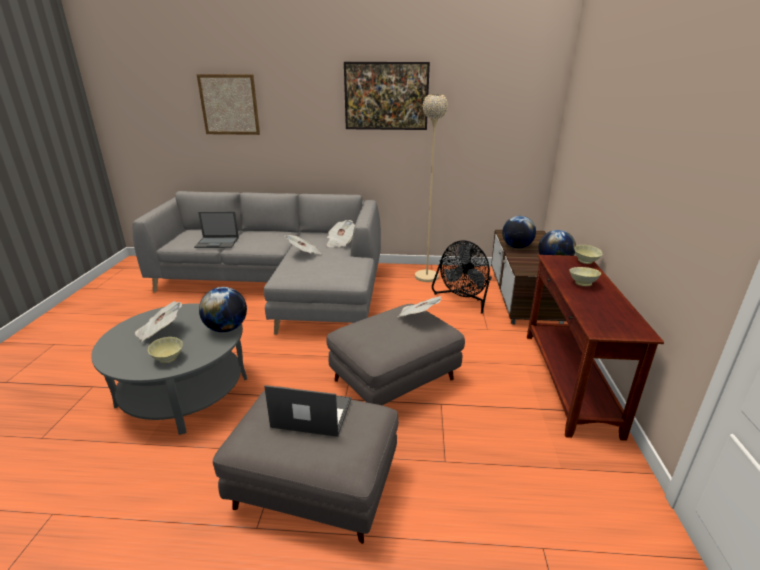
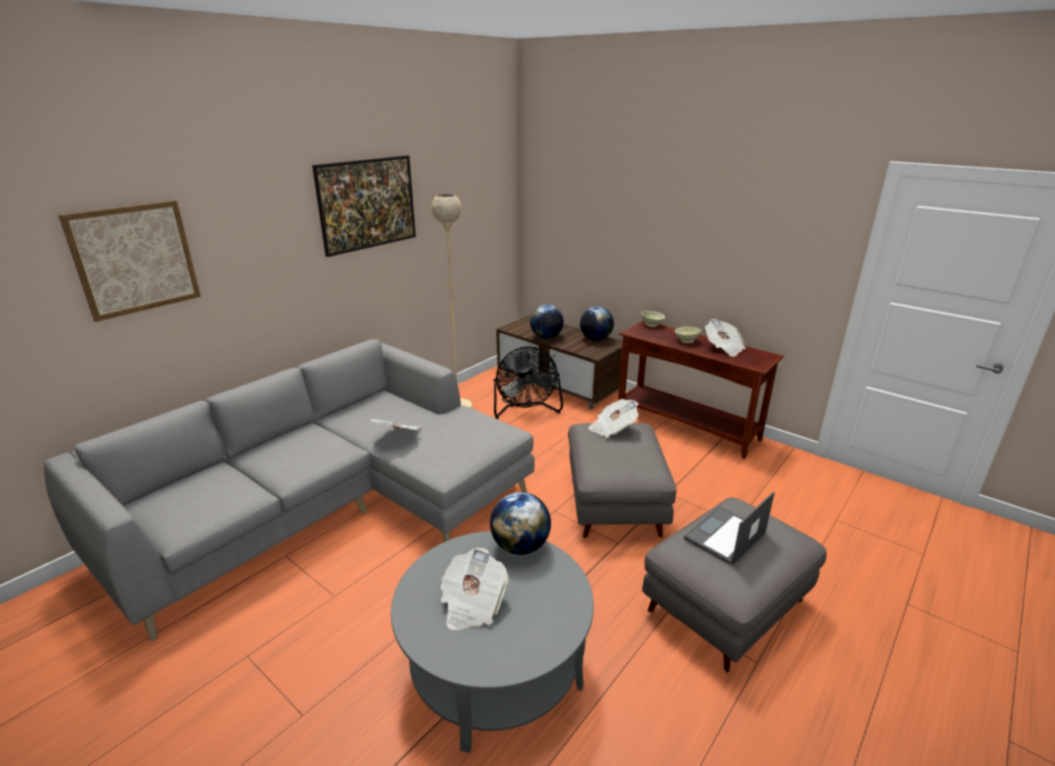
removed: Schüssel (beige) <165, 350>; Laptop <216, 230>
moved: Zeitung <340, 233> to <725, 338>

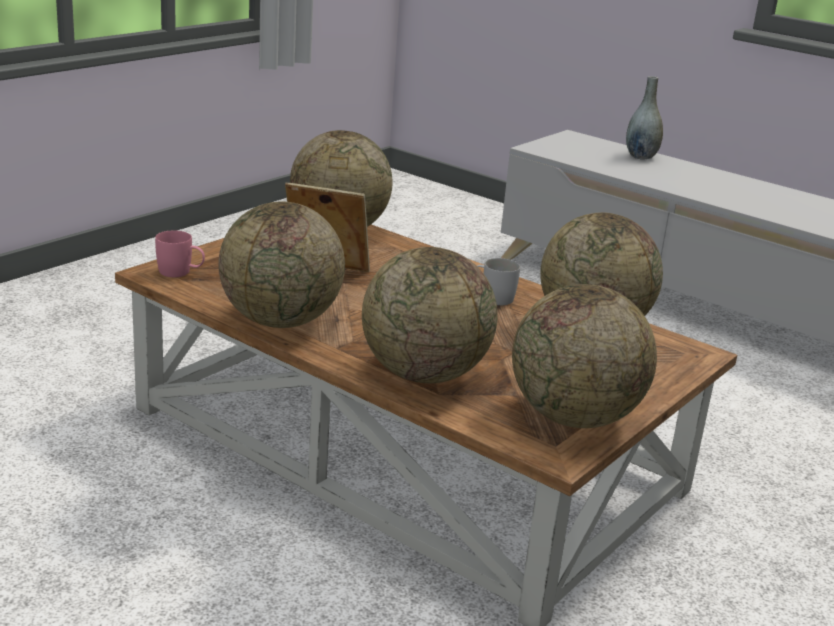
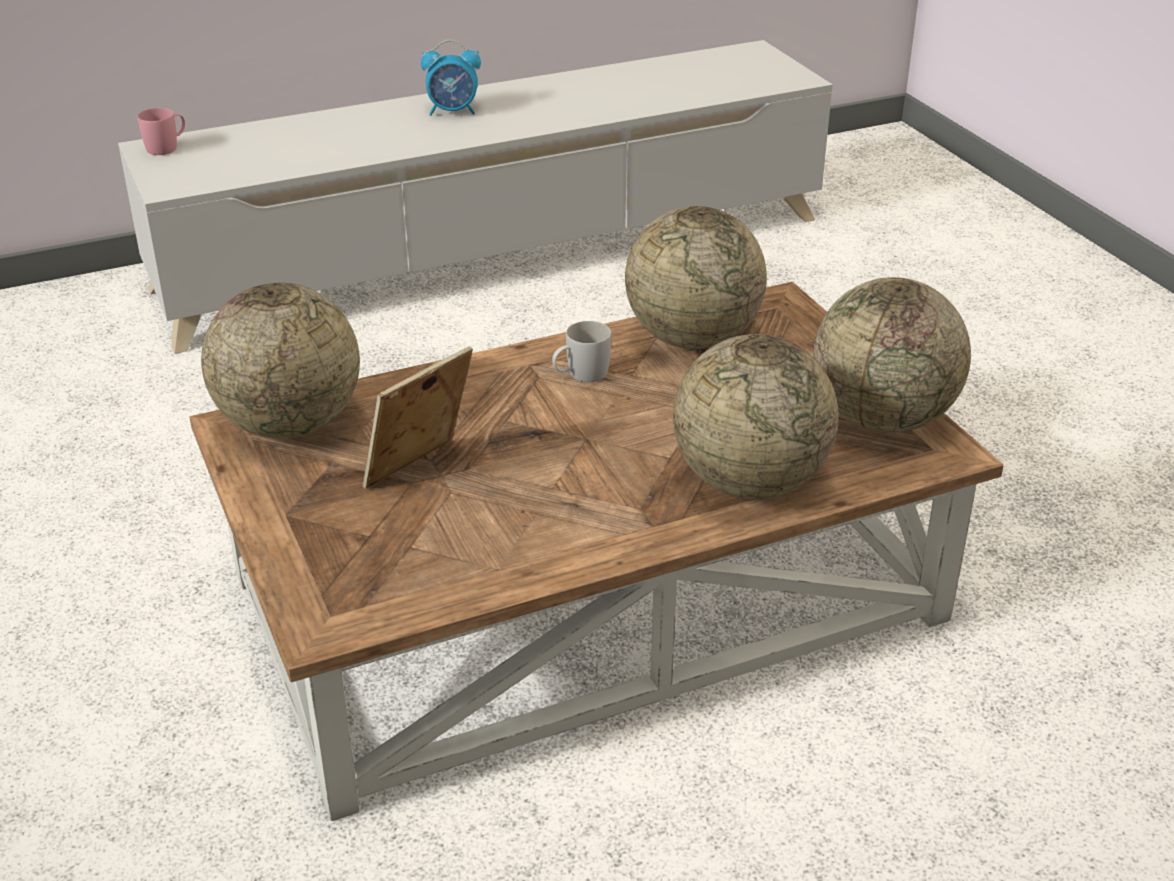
removed: Globus <281, 264>; Vase (grau) <644, 117>
added: Wecker <451, 78>
moved: Henkelbecher (rosa) <180, 253> to <161, 131>

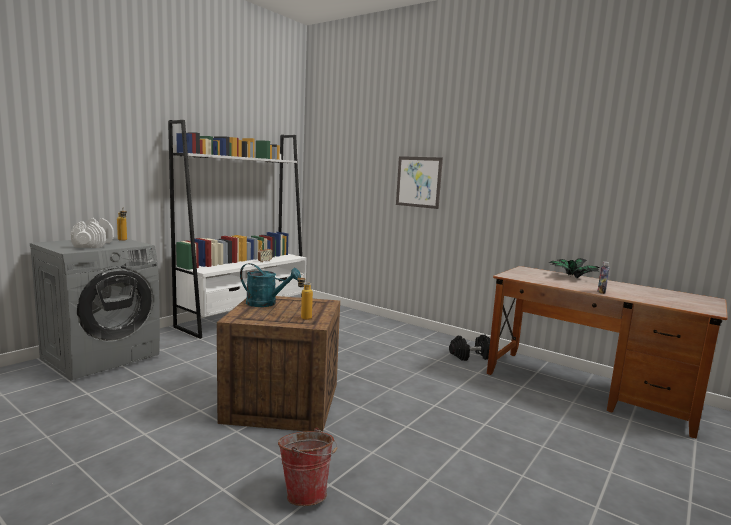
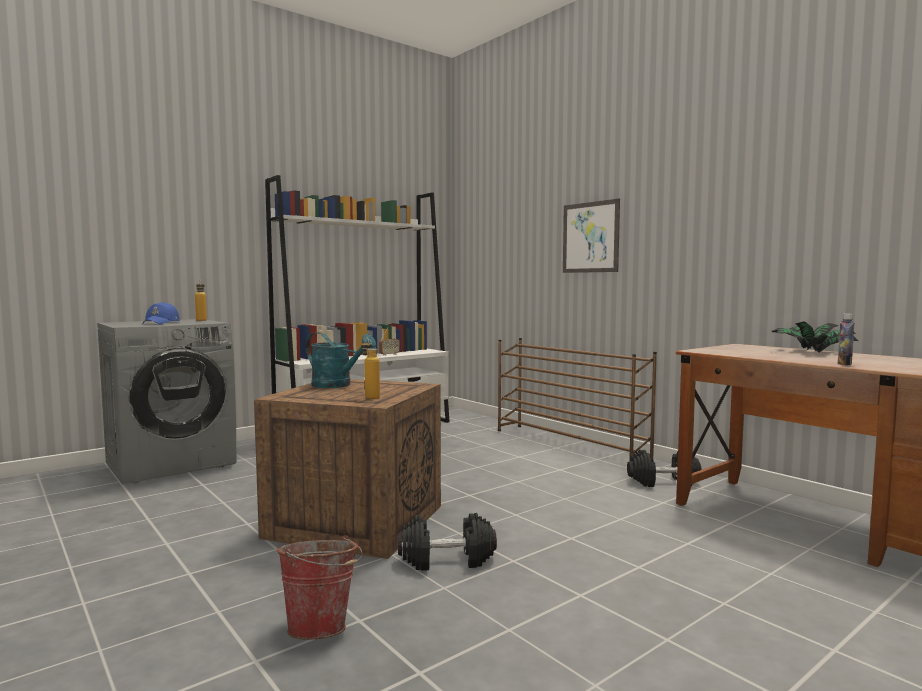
added: Hantel (schwarz) <447, 542>; Schuhregal (braun) <577, 400>
replaced: Hantel (weiß) <92, 233> to Kappe (blau) <161, 313>

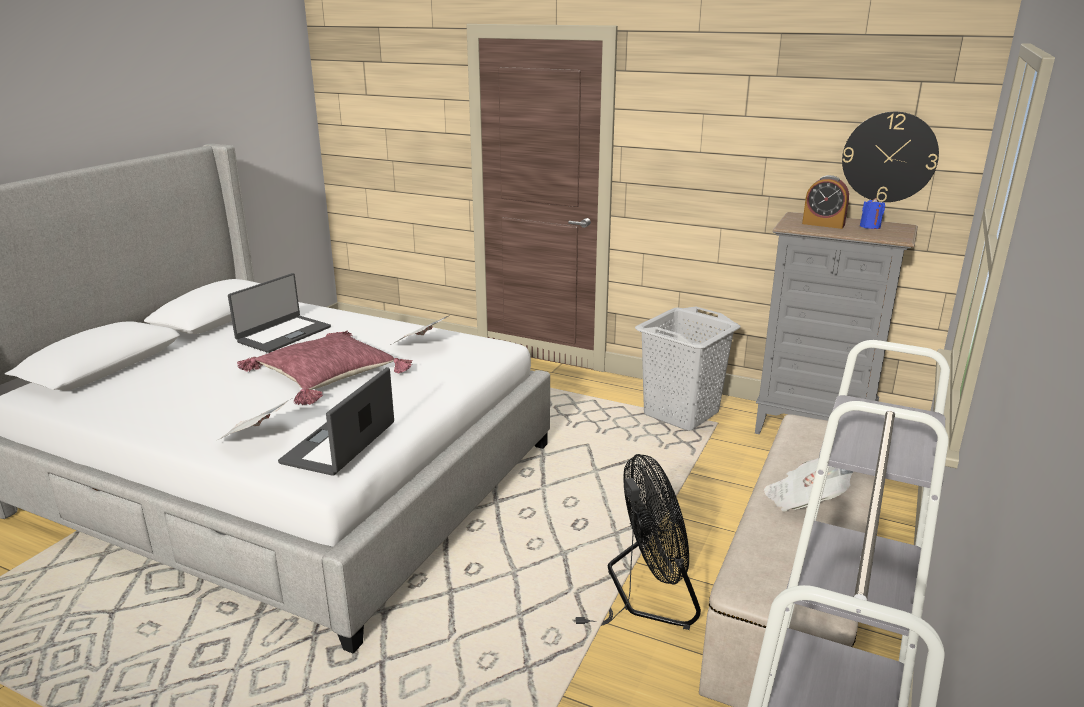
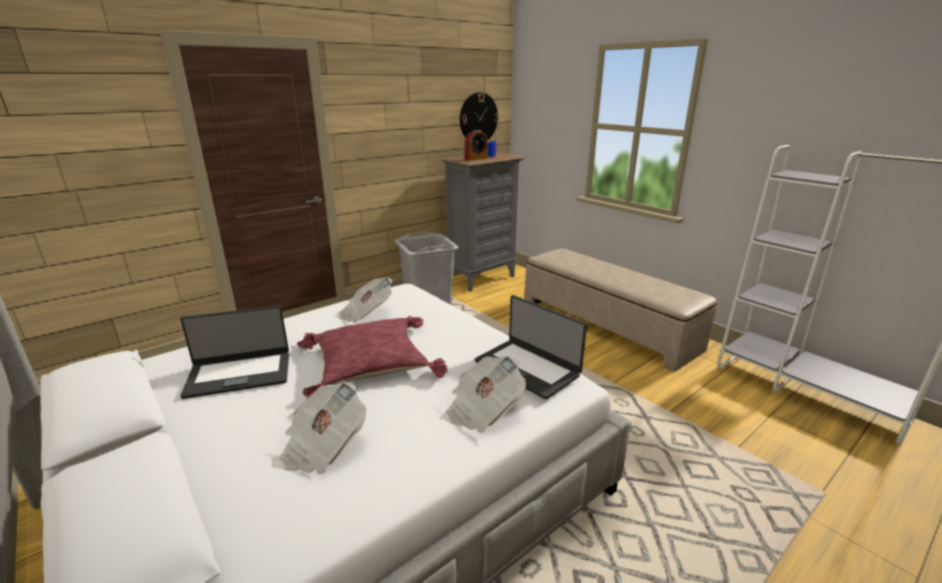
removed: Ventilator (schwarz) <637, 542>
moved: Zeitung <808, 485> to <321, 428>
turned: Laptop <279, 313> = <234, 352> 105 degrees clockwise

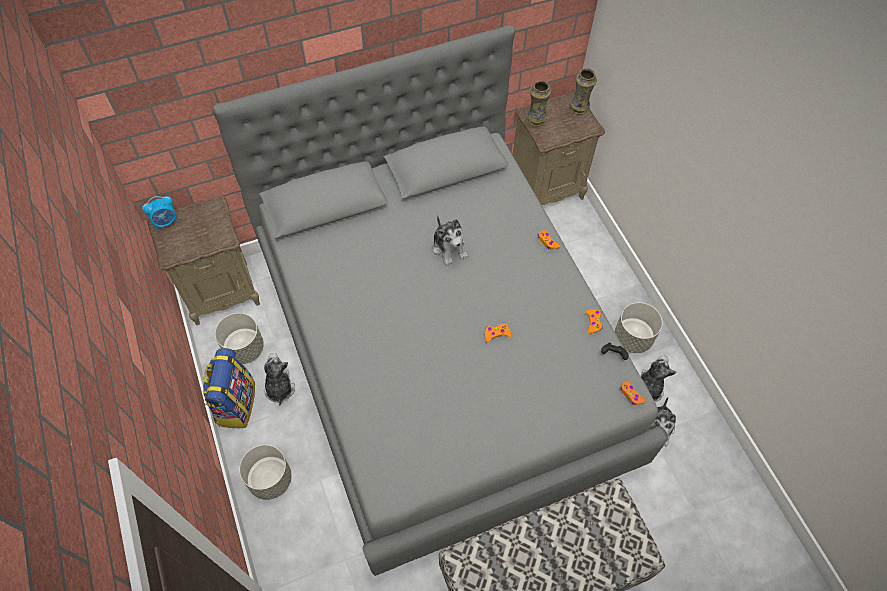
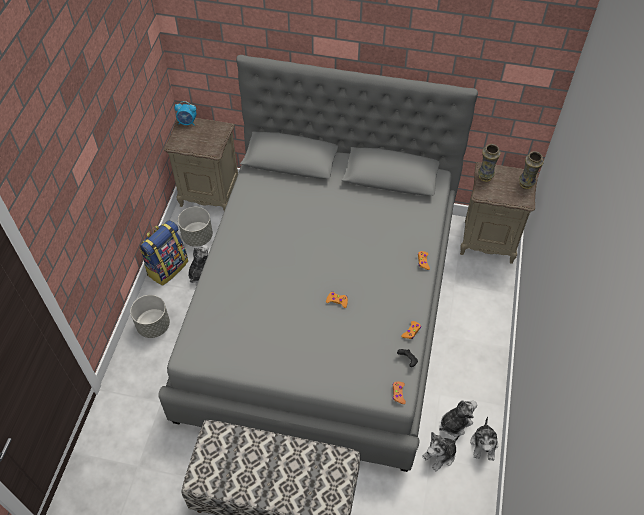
removed: Pflanzkübel (grau) <639, 327>
moved: Plüschtier <450, 240> to <484, 439>

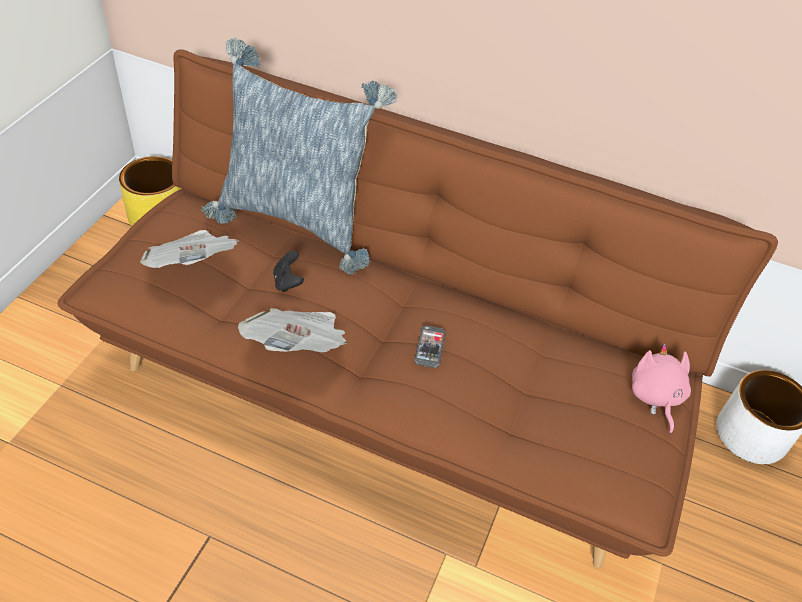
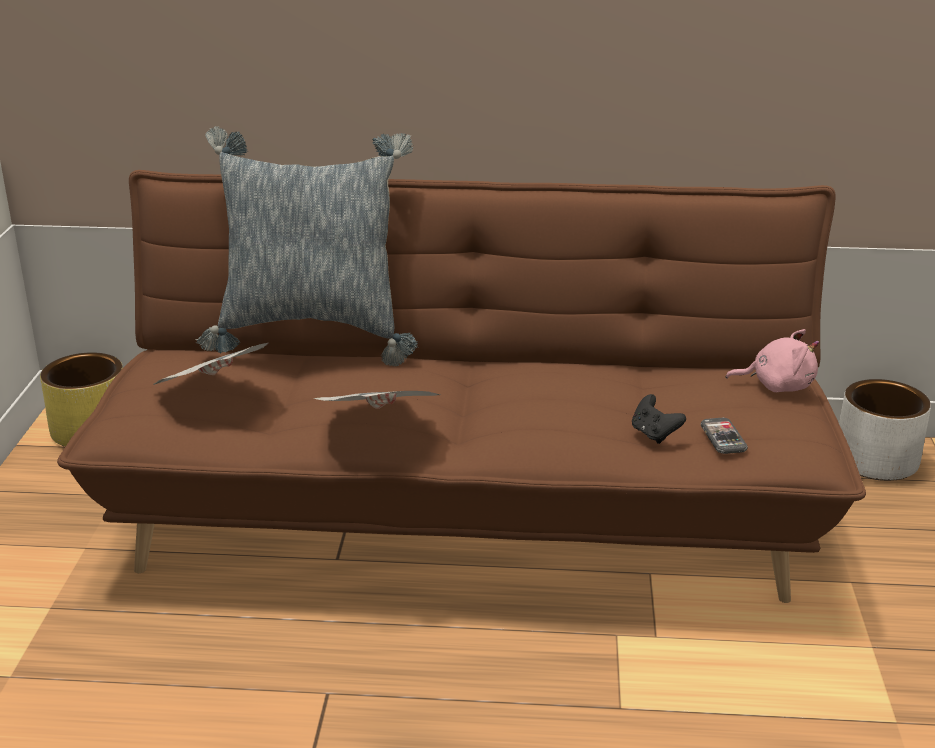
moved: Gamepad (schwarz) <288, 271> to <659, 419>; Handy <430, 347> to <724, 436>
turned: Plüschtier (rosa) <661, 389> = <772, 360> 120 degrees clockwise

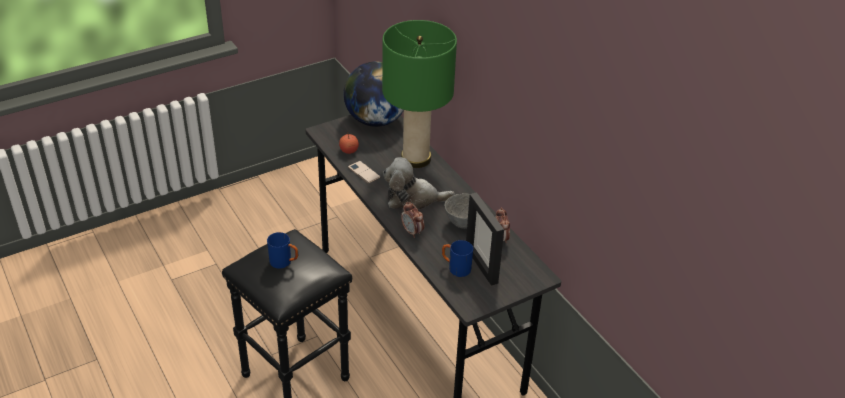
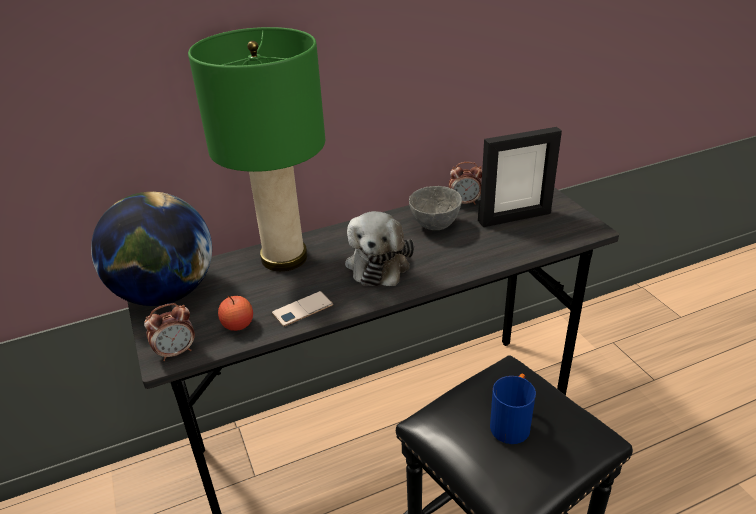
removed: Henkelbecher (blau) <457, 258>
moved: Wecker <412, 220> to <169, 332>

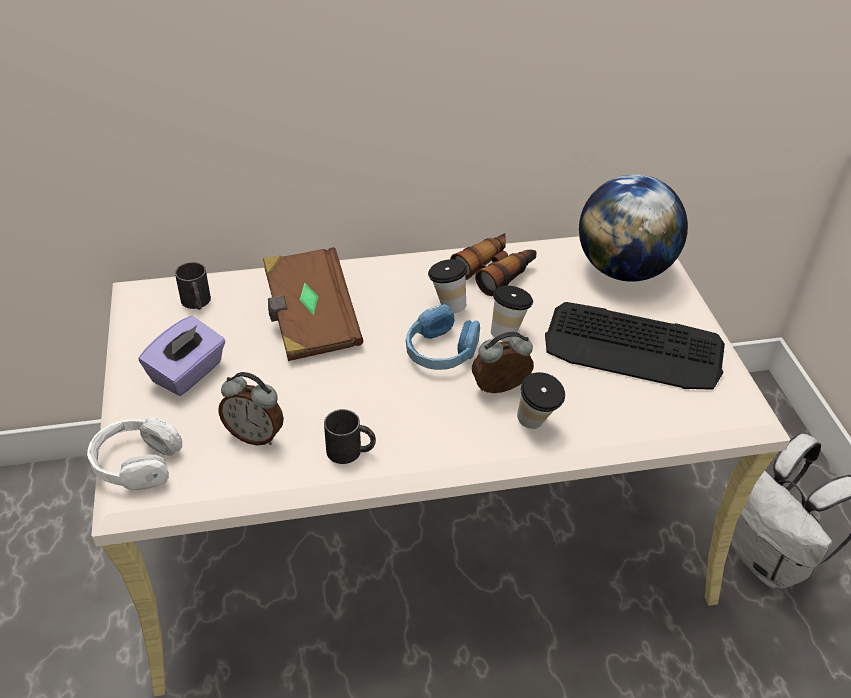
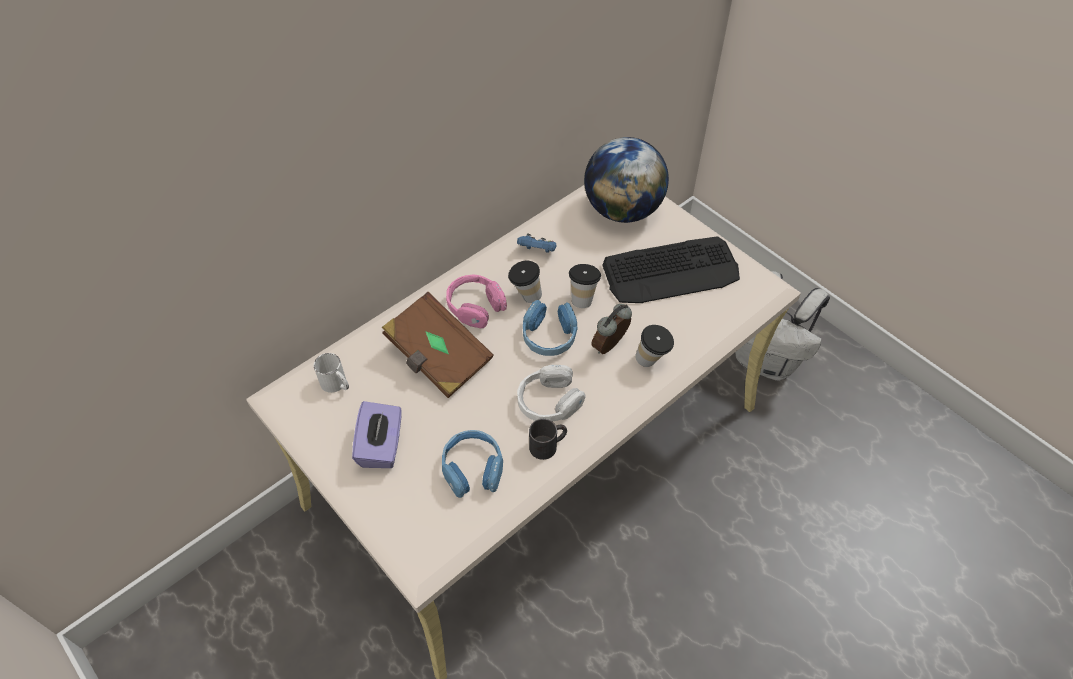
added: Kopfhörer (rosa) <476, 301>
moved: Kopfhörer (weiß) <134, 453> to <551, 393>
replaced: Wecker <251, 408> to Kopfhörer (blau) <472, 464>; Fernglas <493, 264> to Gamepad (blau) <536, 243>
recoloured: Henkelbecher (schwarz) <193, 286> to Henkelbecher (weiß) <331, 373>

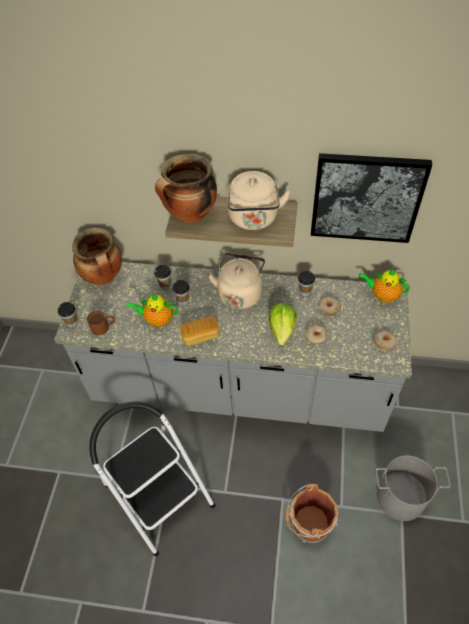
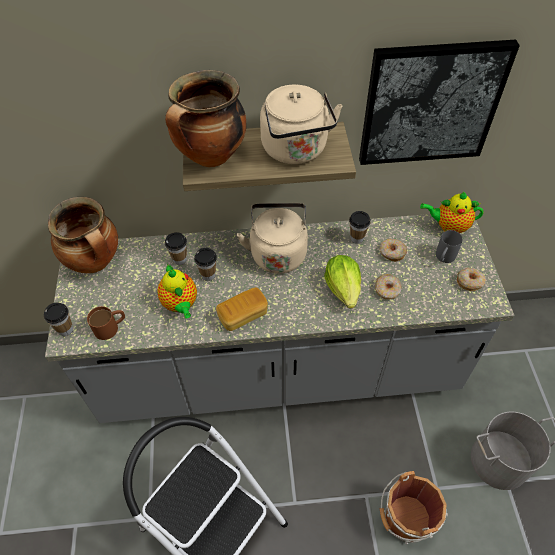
added: Henkelbecher (grau) <449, 246>
turned: Teekanne <152, 311> = <177, 291> 105 degrees counterclockwise

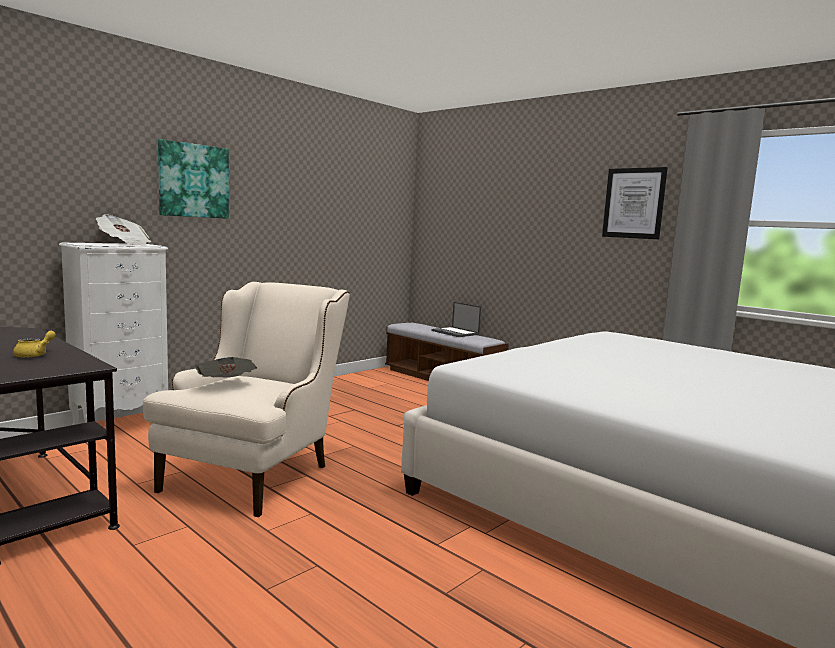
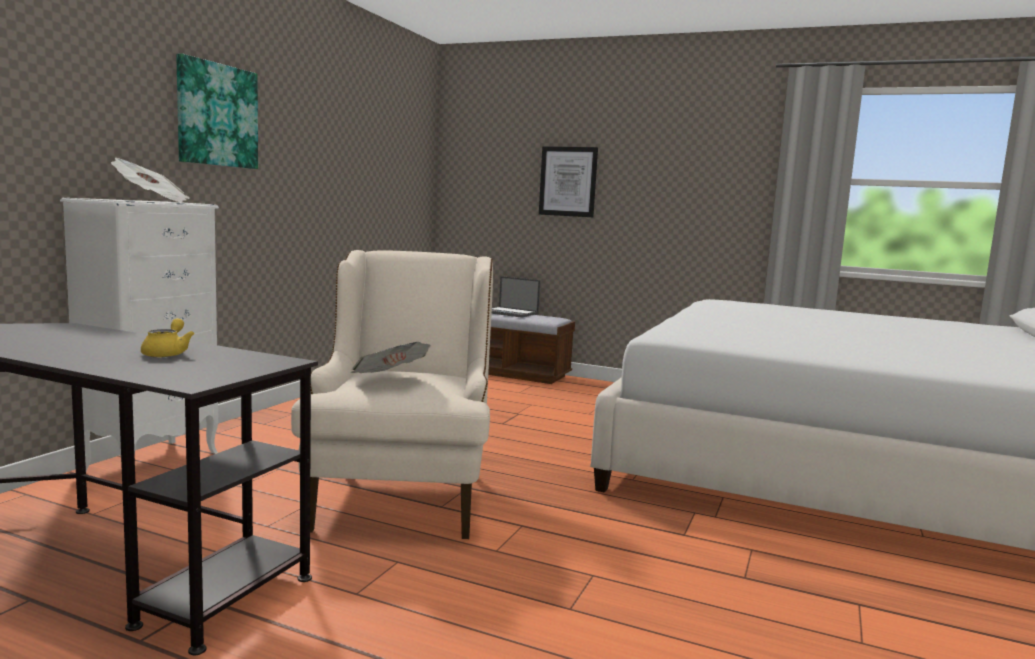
moved: Bild <635, 203> to <568, 181>

